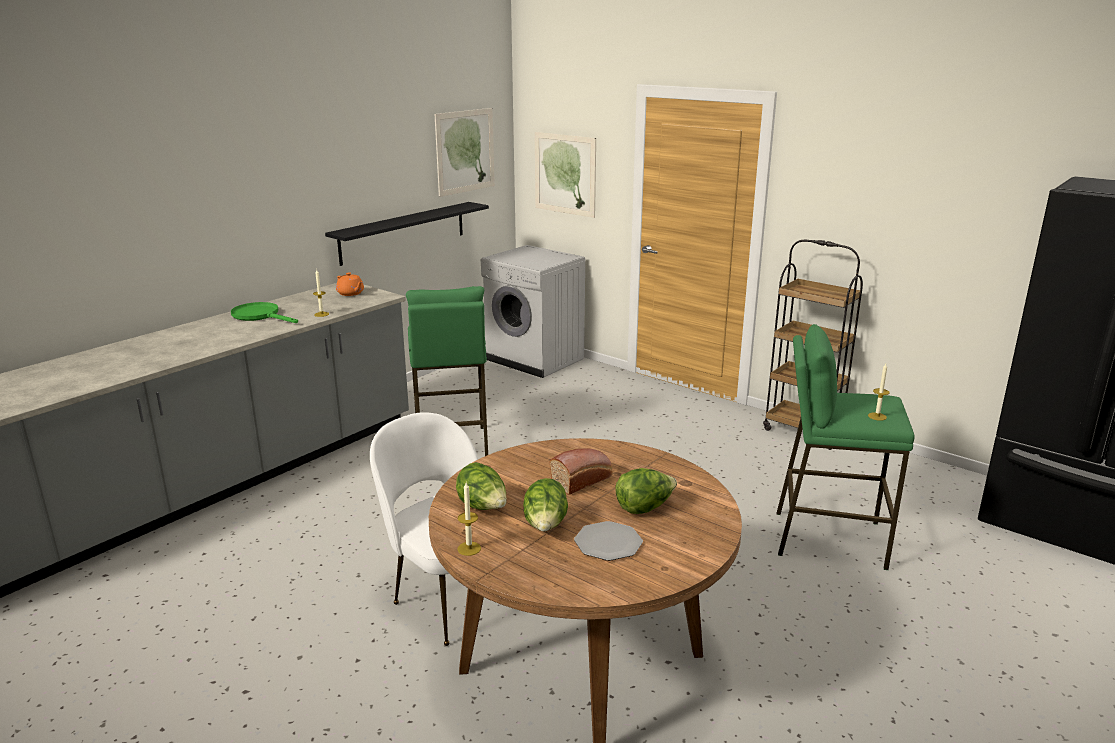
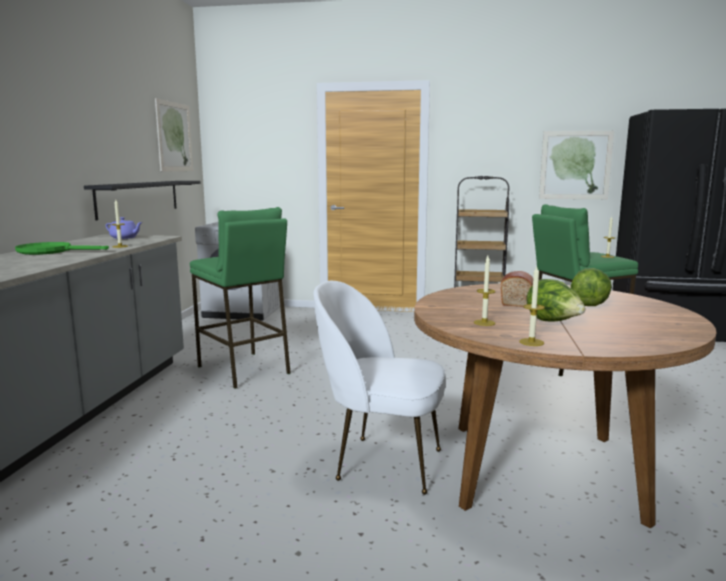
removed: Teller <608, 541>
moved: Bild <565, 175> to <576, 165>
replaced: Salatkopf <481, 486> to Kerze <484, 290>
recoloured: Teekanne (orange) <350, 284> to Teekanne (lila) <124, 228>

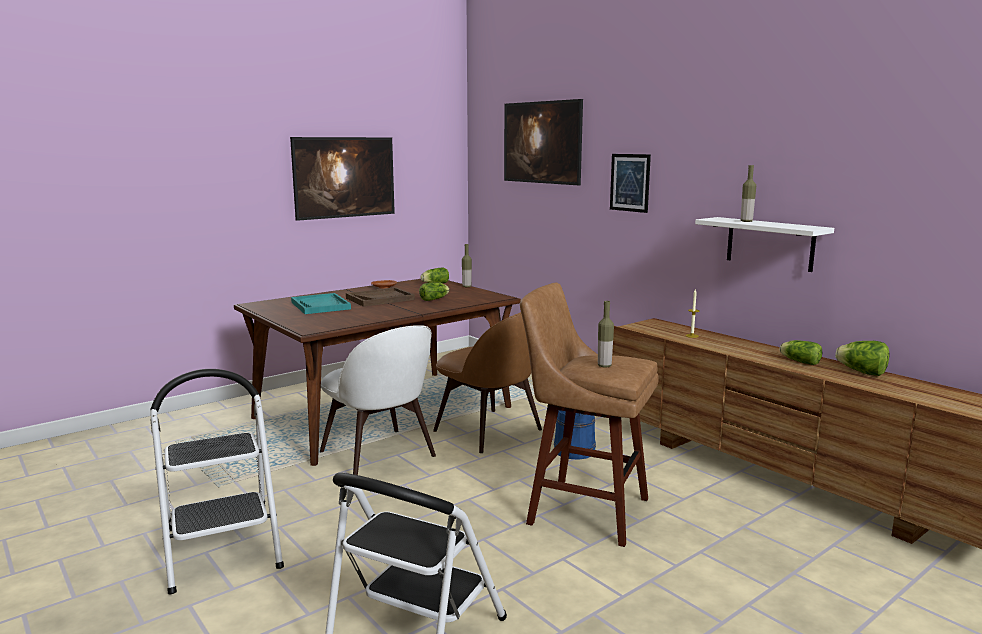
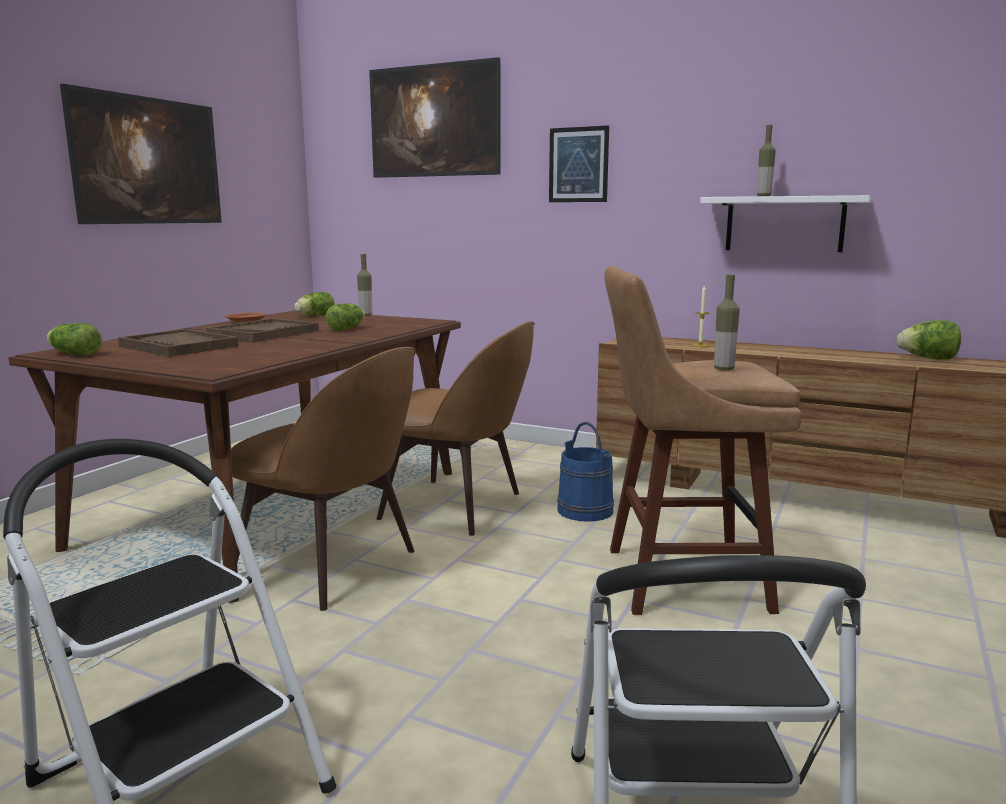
moved: Salatkopf <800, 352> to <74, 339>
recoloured: Tablett (türkis) <321, 303> to Tablett (braun) <178, 343>; Stuhl (weiß) <378, 400> to Stuhl (braun) <323, 479>

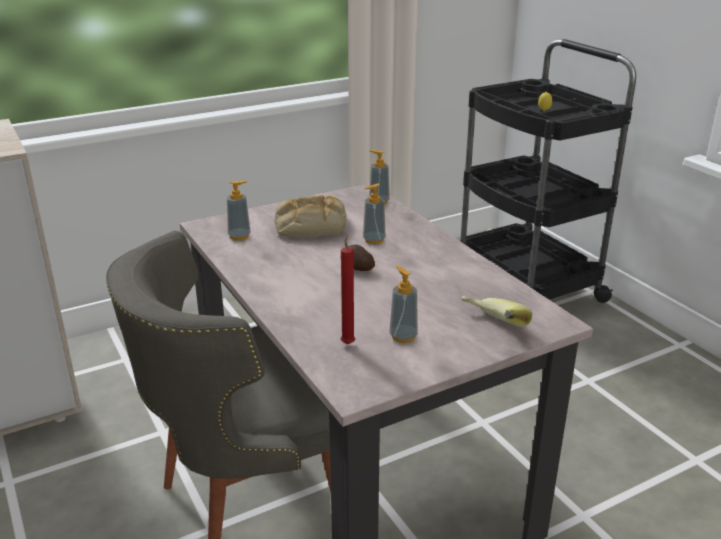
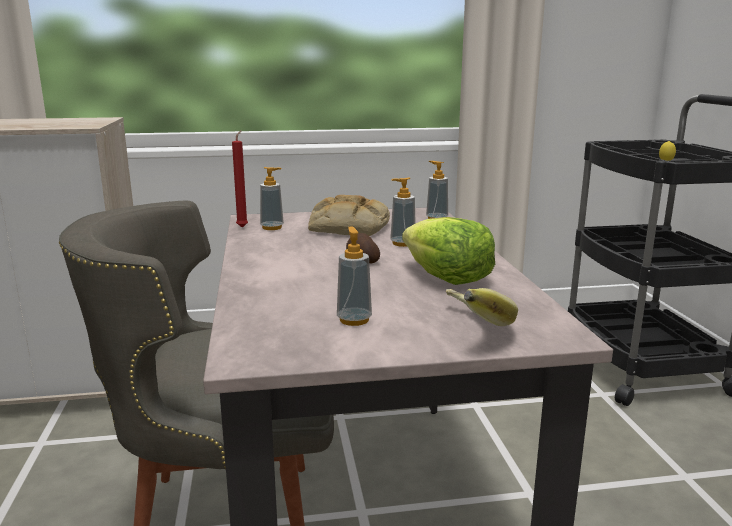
added: Salatkopf <448, 251>
moved: Kerze (rot) <348, 288> to <240, 179>

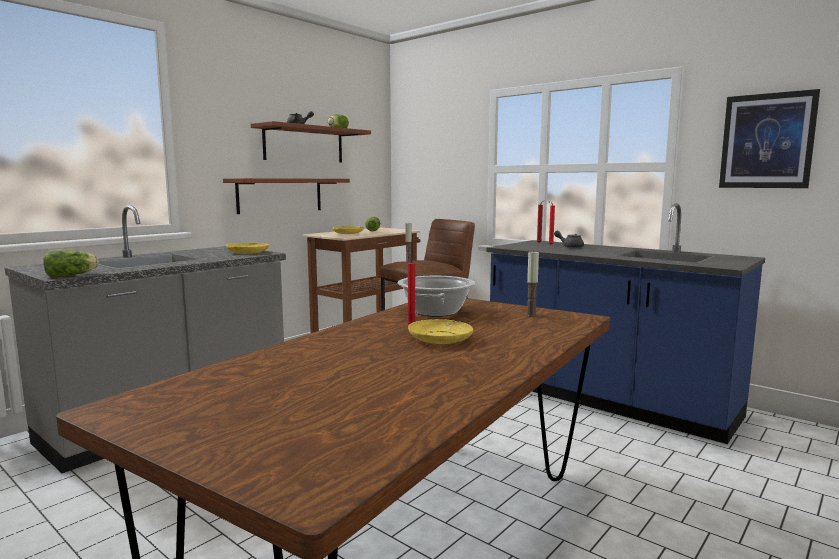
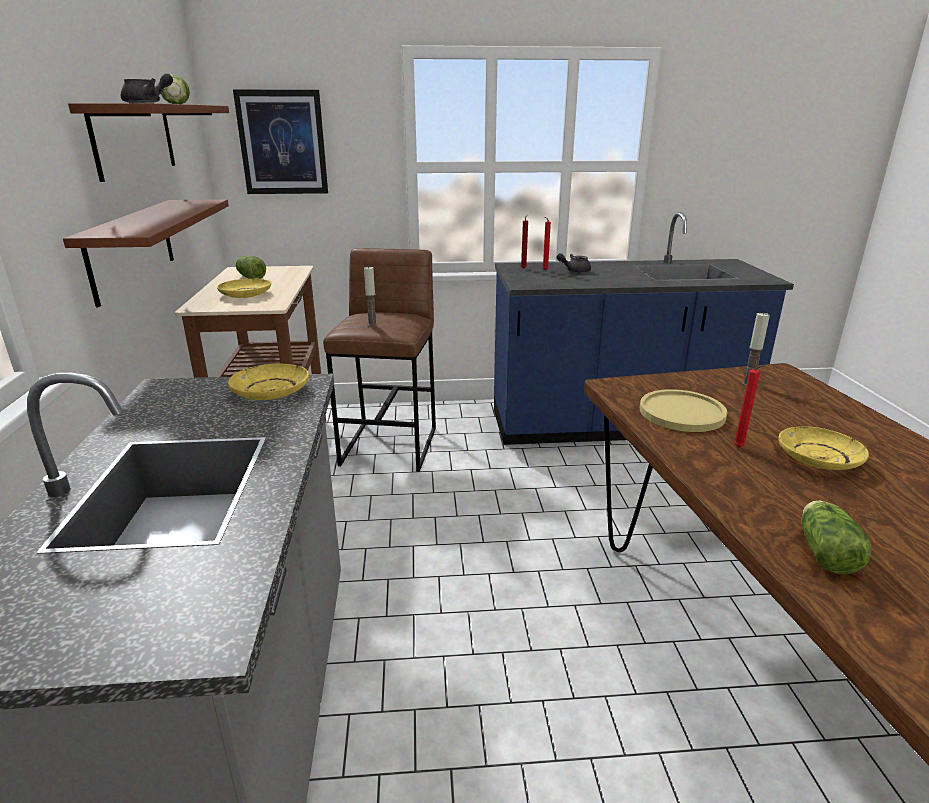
moved: Bild <769, 138> to <280, 142>; Salatkopf <71, 263> to <837, 537>
replaced: Kochtopf <436, 296> to Teller (gelb) <683, 410>

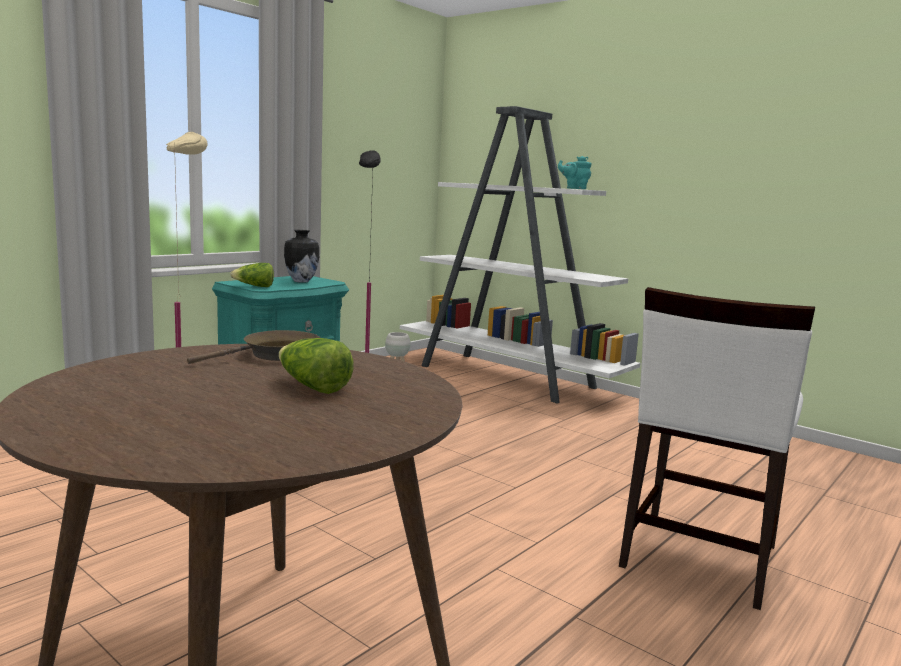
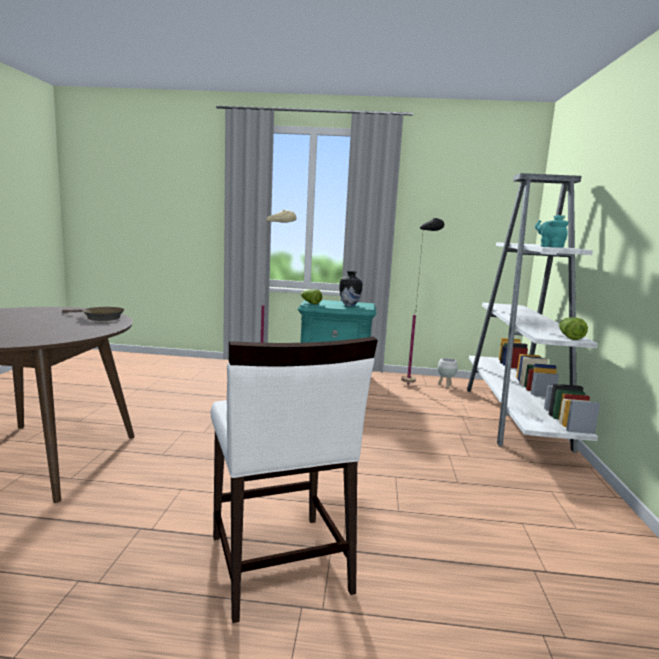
moved: Salatkopf <316, 366> to <573, 328>
turned: Stuhl (weiß) <717, 448> = <294, 479> 105 degrees counterclockwise

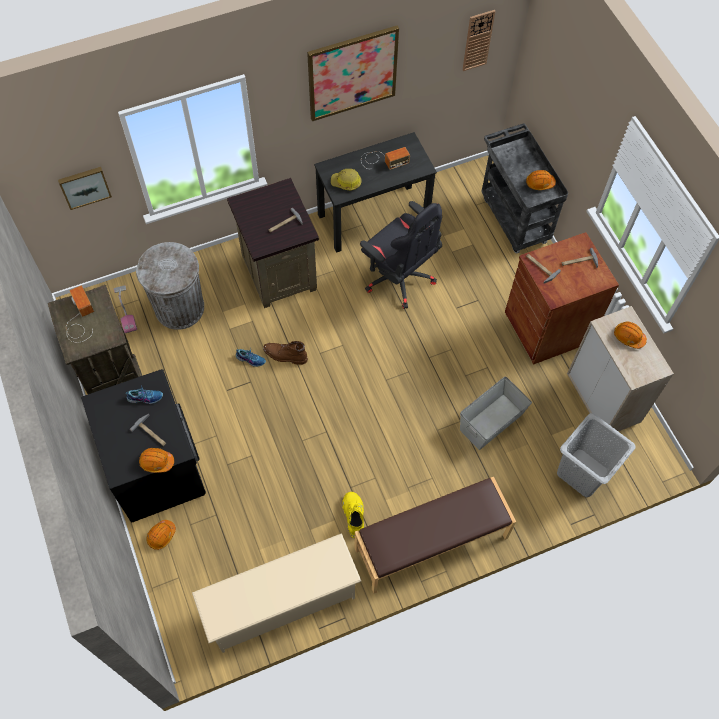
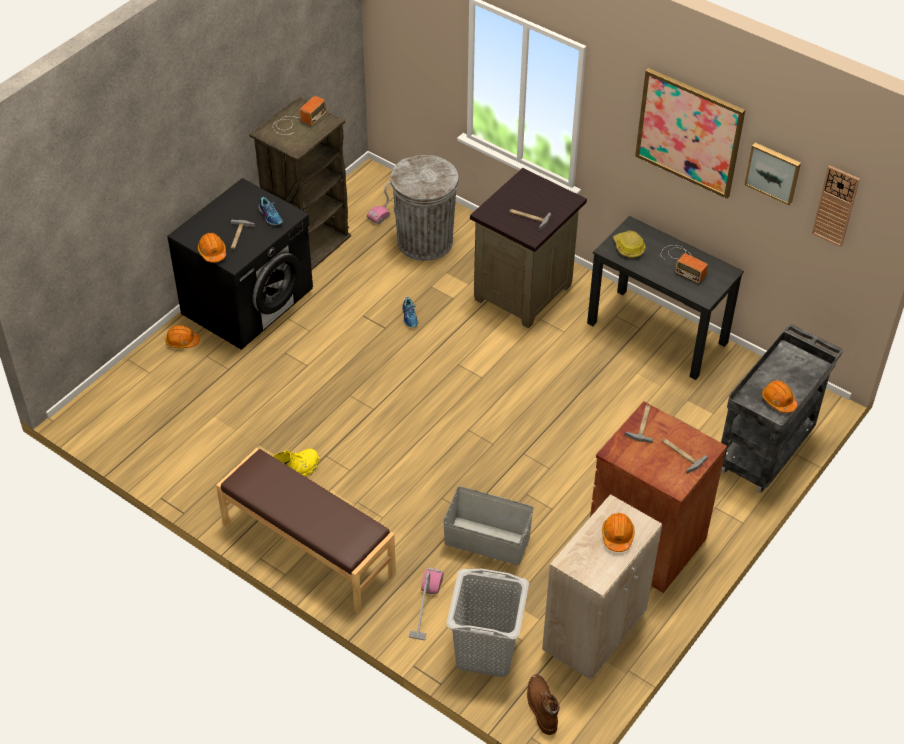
removed: Schuhregal (beige) <276, 593>; Bürostuhl (schwarz) <401, 255>
added: Staubsauger <426, 604>
moved: Stiefel (braun) <285, 353> to <543, 704>; Bild <85, 188> to <773, 174>

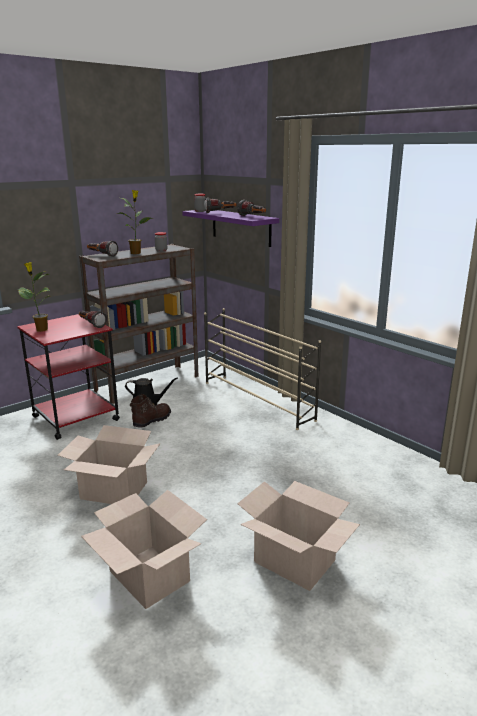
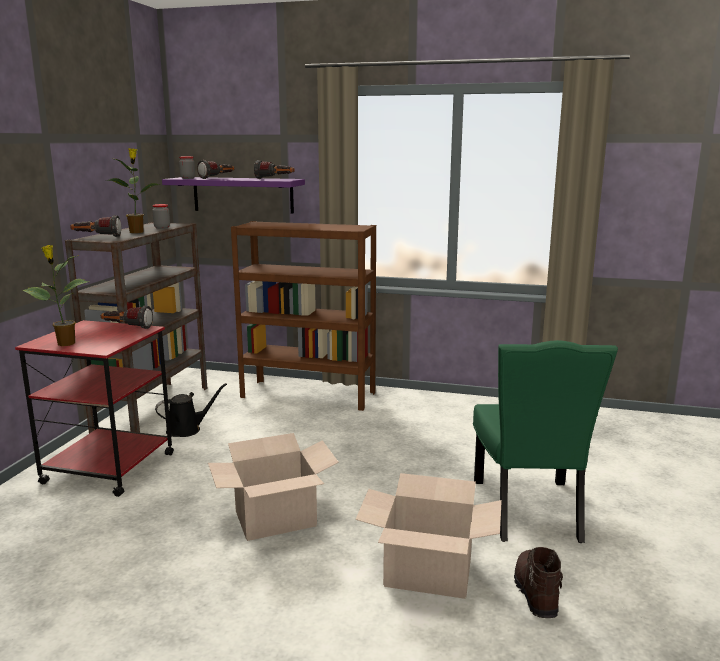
moved: Stiefel (braun) <150, 411> to <538, 582>
replaced: Schuhregal (beige) <262, 369> to Bücherregal (braun) <303, 316>; Karton <298, 536> to Stuhl (grün) <545, 441>

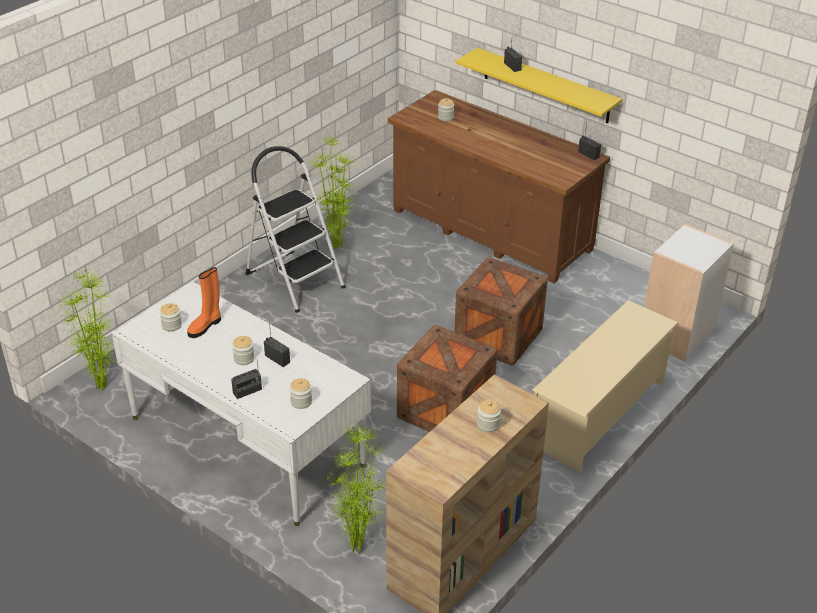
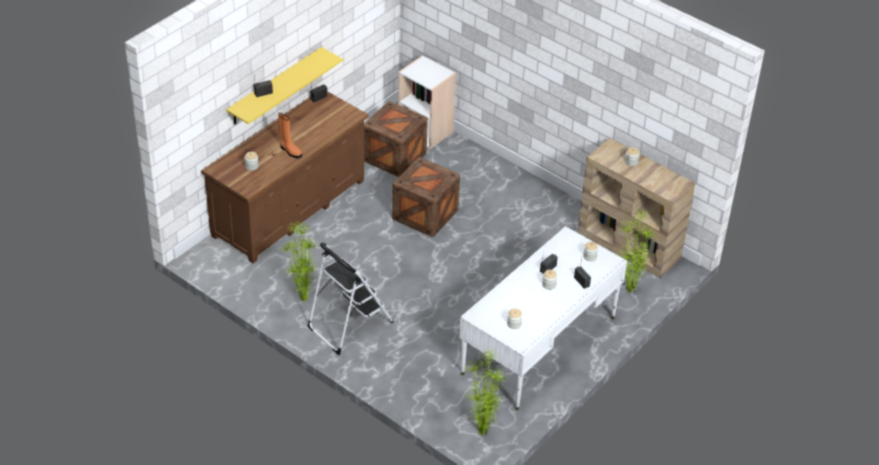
removed: Schuhregal (beige) <605, 386>
moved: Stiefel (orange) <204, 302> to <290, 135>; Kiste <447, 378> to <396, 139>

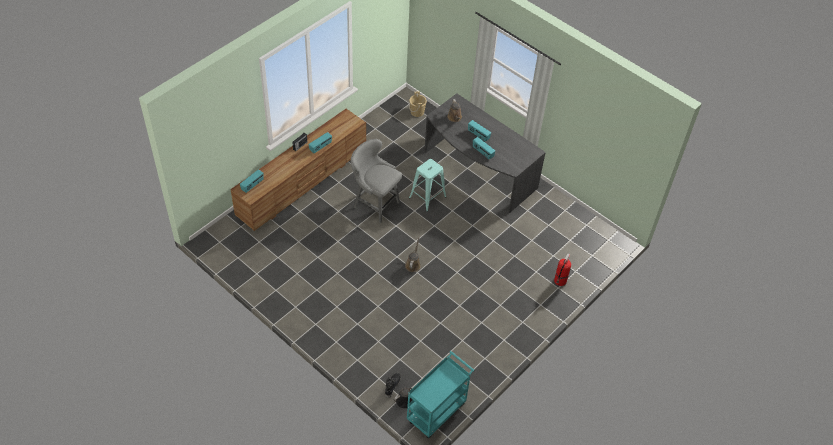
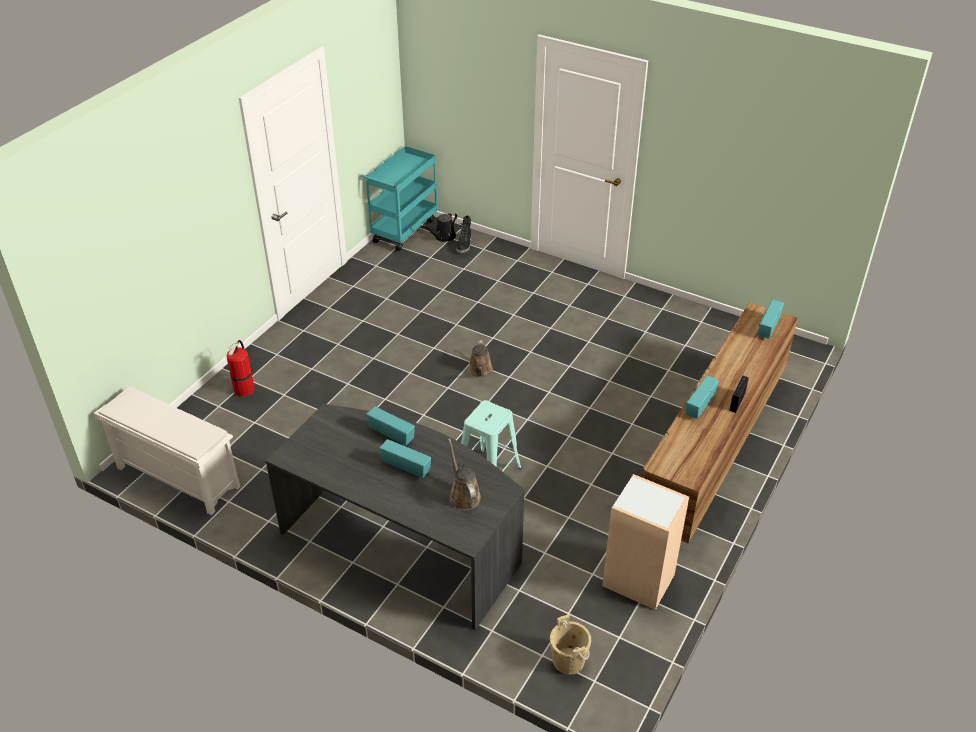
removed: Hocker (grau) <376, 181>
added: Schuhregal (weiß) <167, 450>; Bücherregal <645, 542>

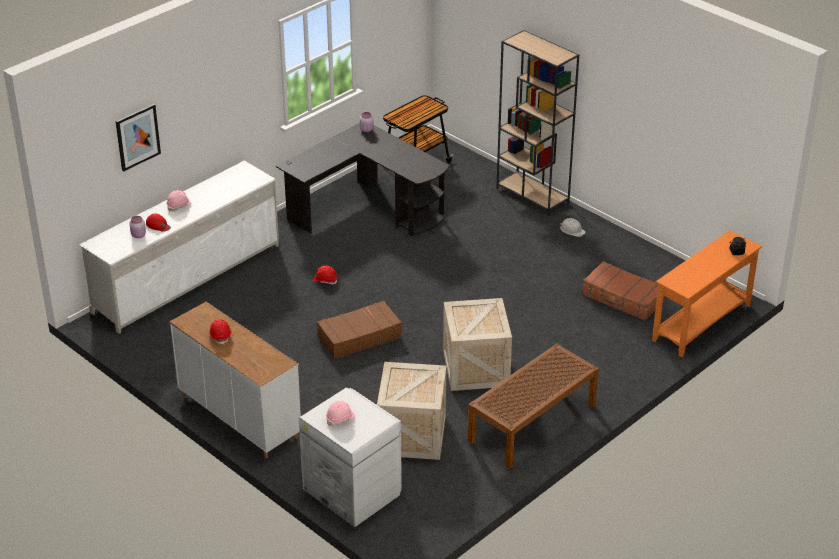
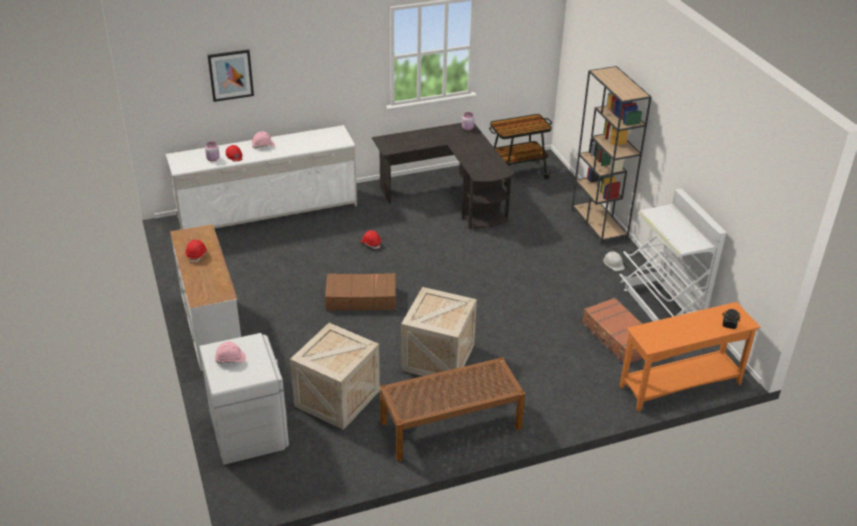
added: Schuhregal (weiß) <673, 255>

